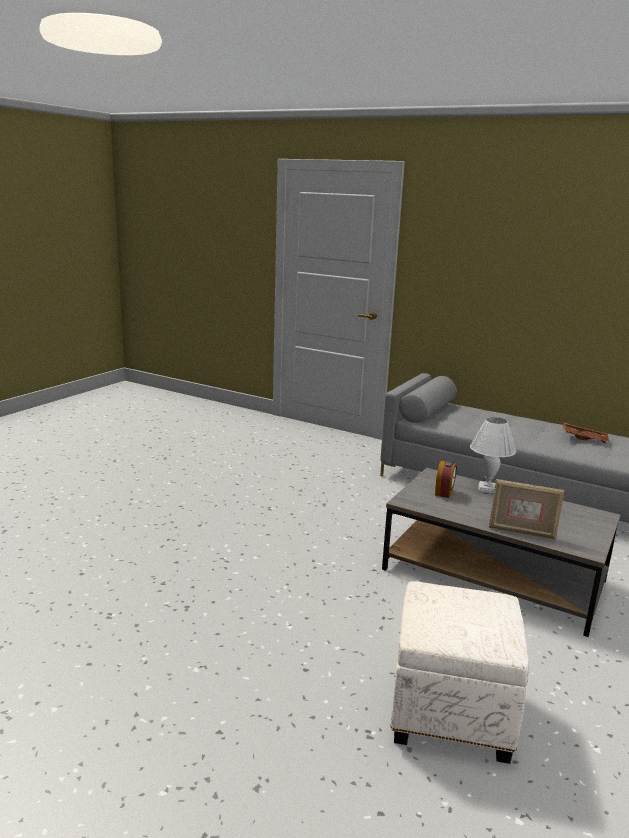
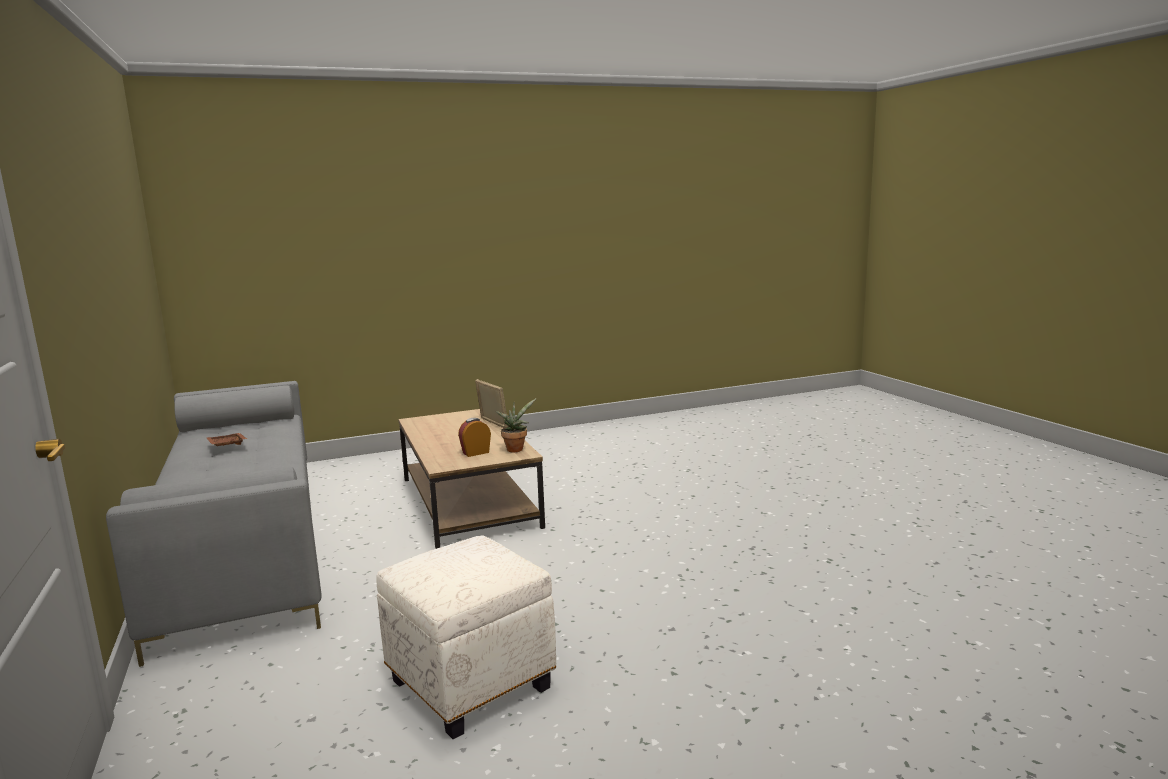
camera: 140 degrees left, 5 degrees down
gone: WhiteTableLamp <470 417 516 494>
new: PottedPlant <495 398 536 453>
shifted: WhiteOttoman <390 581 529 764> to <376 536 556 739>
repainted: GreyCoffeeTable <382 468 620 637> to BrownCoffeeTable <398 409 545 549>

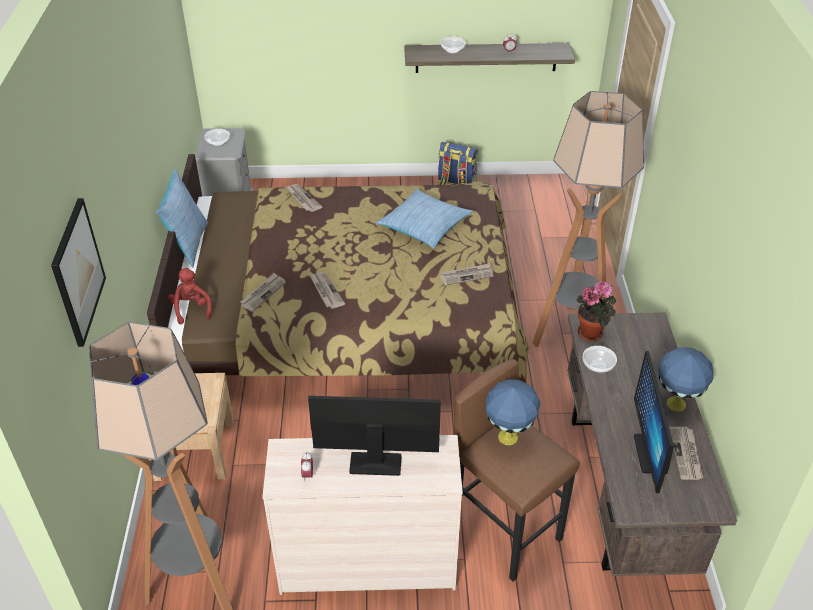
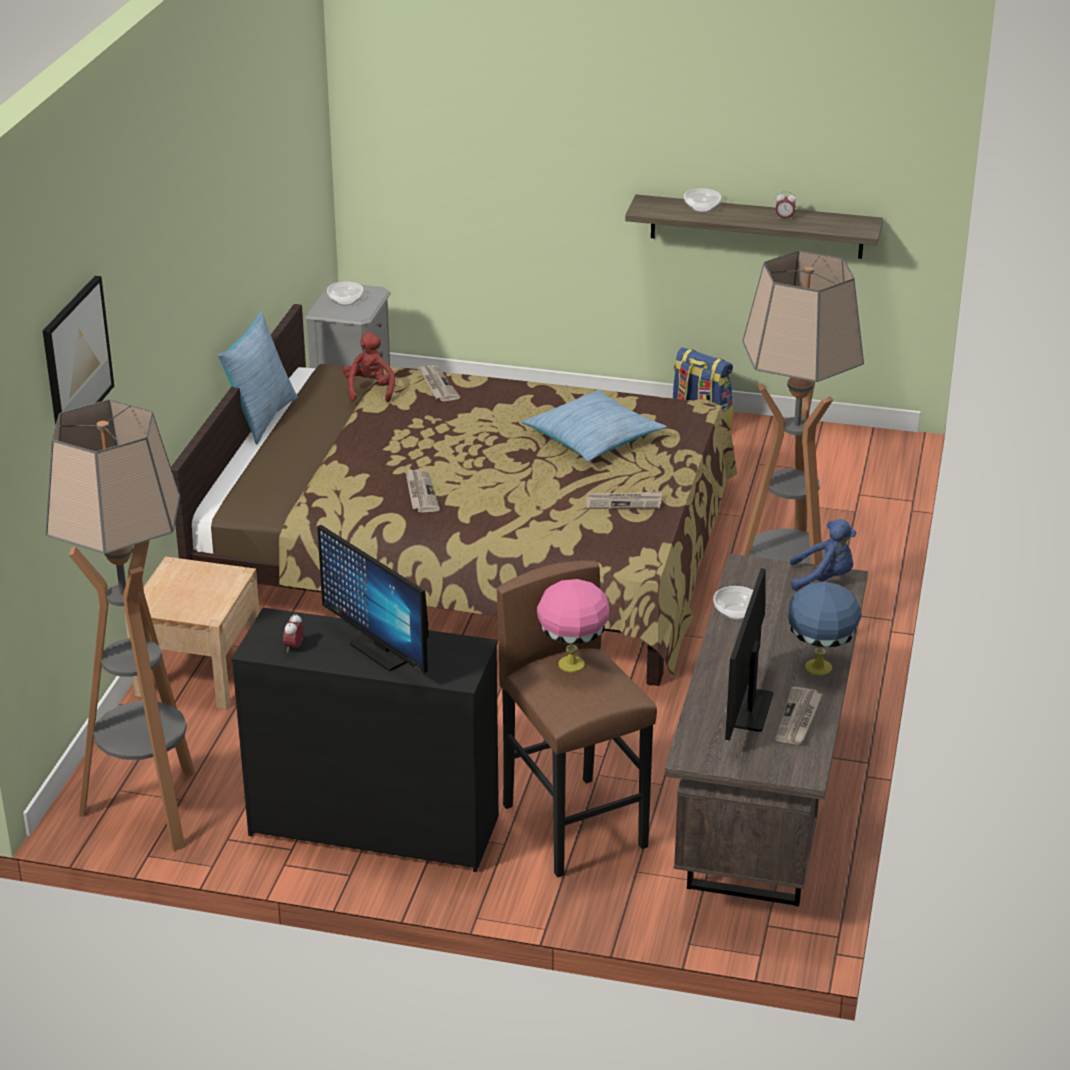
camera: 15 degrees right, 10 degrees down
gone: Newspaper <240 273 286 312>; PottedPlant <577 281 616 341>
new: BluePlushToy <790 519 856 591>
shifted: RedPlushToy <168 268 212 325> to <343 332 395 402>
repainted: BeigeDresser <262 435 463 595> to BlackDresser <231 608 499 872>; BlueTableLamp <485 379 540 445> to PinkTableLamp <537 579 609 672>
rotated: Monitor <308 396 441 476> = <317 525 429 673> 150 degrees counterclockwise

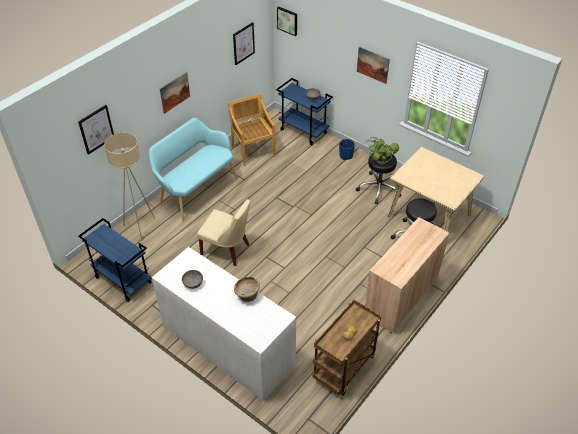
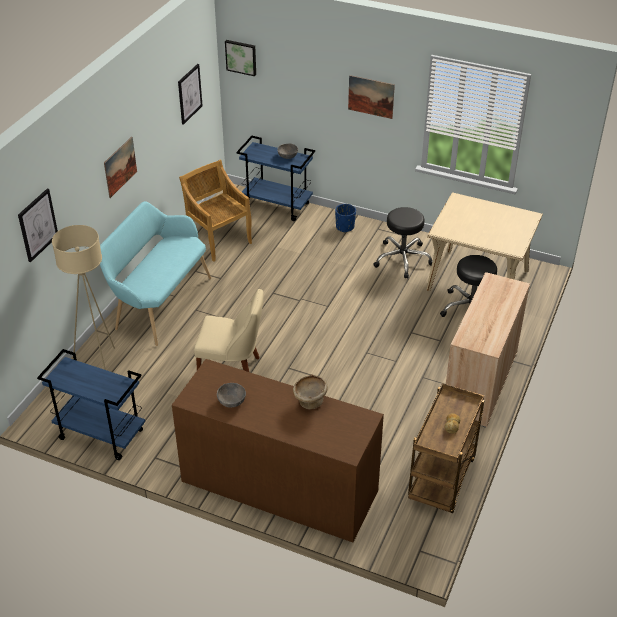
camera: 15 degrees left, 5 degrees down
gone: PottedPlant <366 137 399 164>
repainted: WhiteDresser <152 247 296 401> to BrownDresser <172 359 384 543>

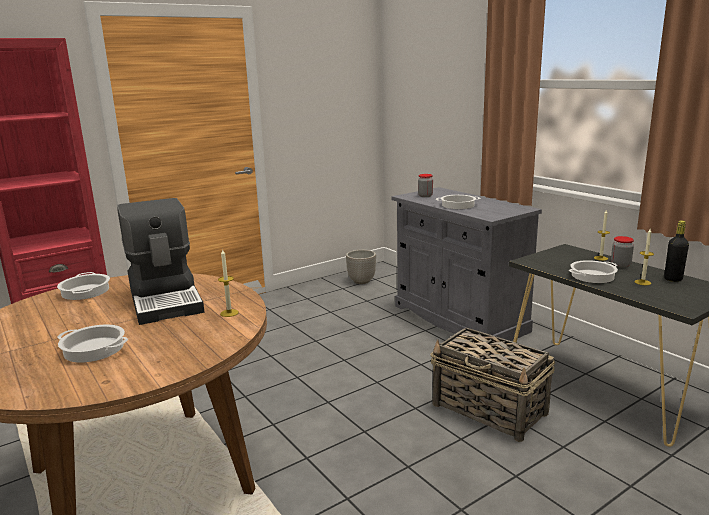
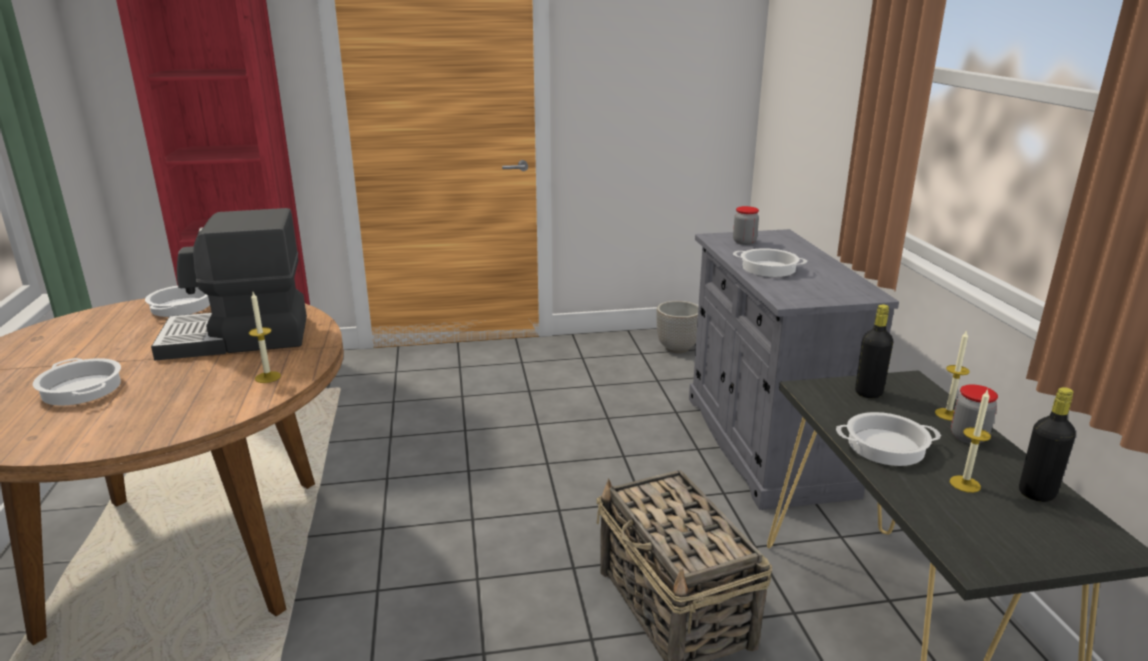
camera: 25 degrees right, 5 degrees up
new: BlackBottle <855 305 893 398>
rotated: CoffeeMachine <117 198 204 325> = <151 208 307 360> 75 degrees clockwise

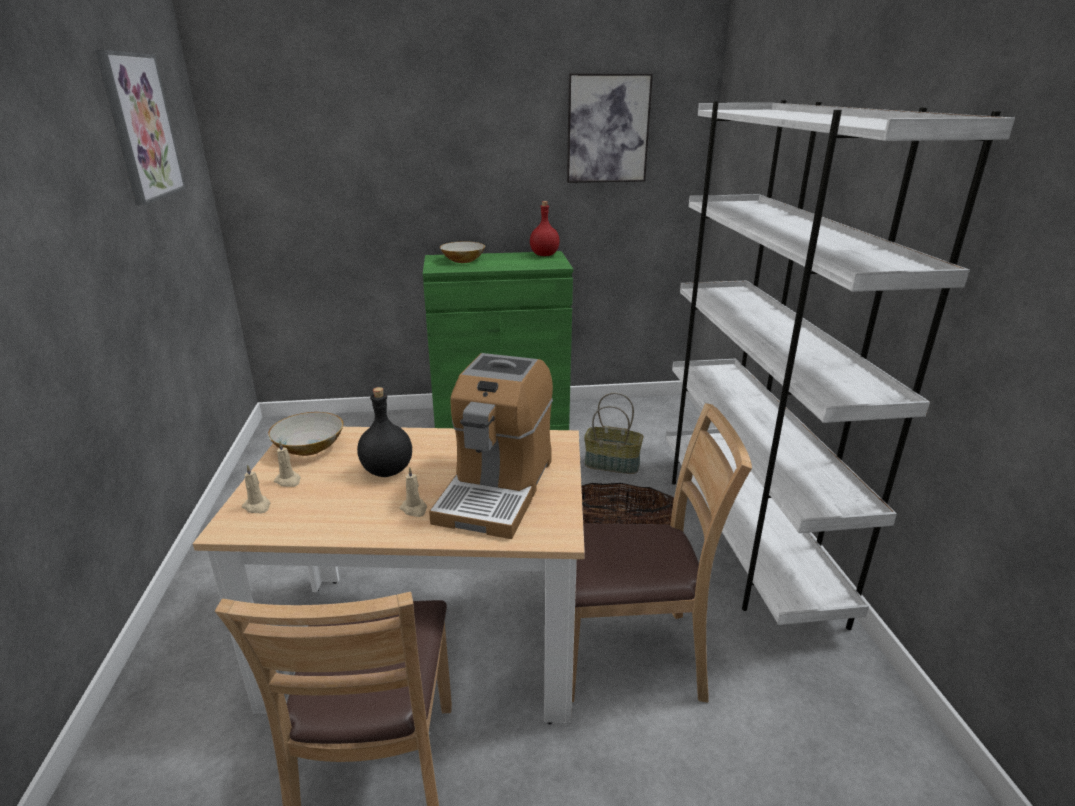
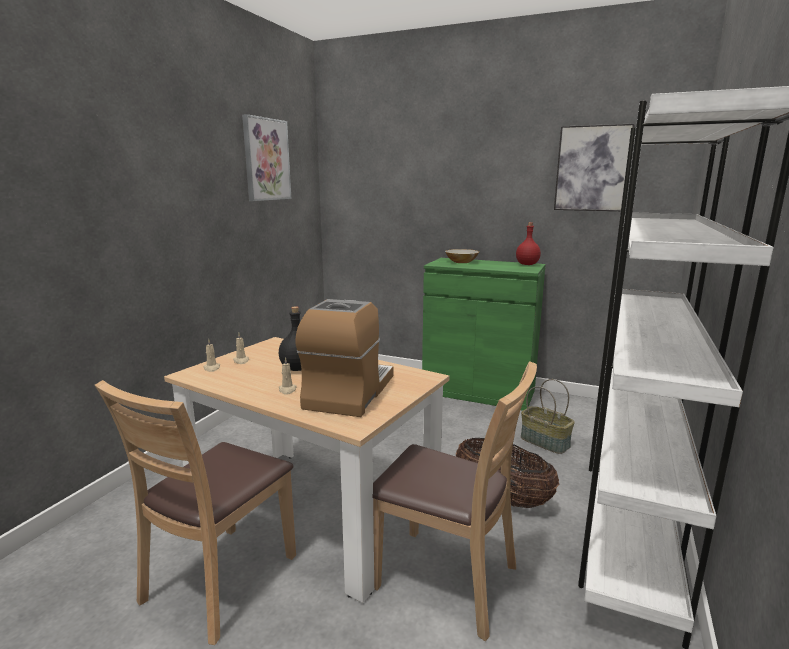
camera: 30 degrees right, 10 degrees down
gone: Bowl <268 412 343 456>
rotated: CoffeeMachine <429 353 553 539> = <295 299 393 417> 150 degrees clockwise

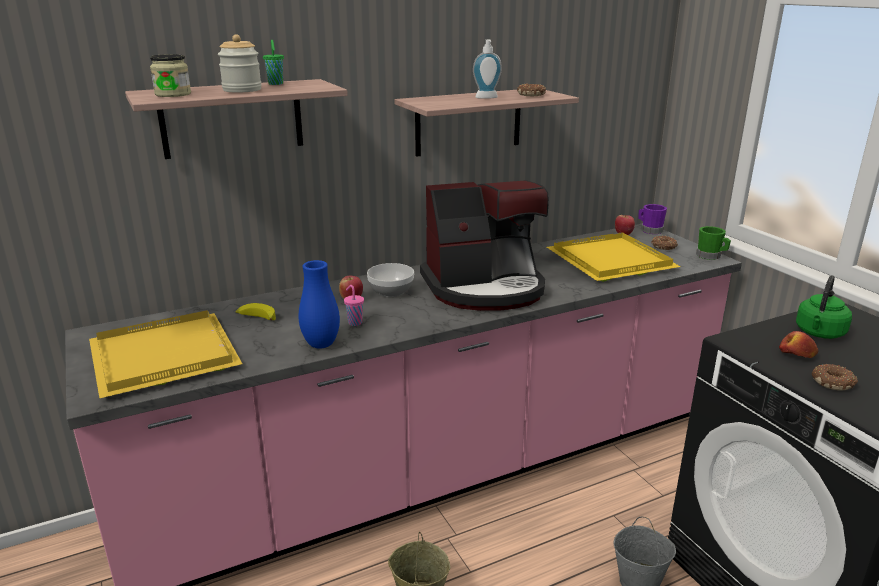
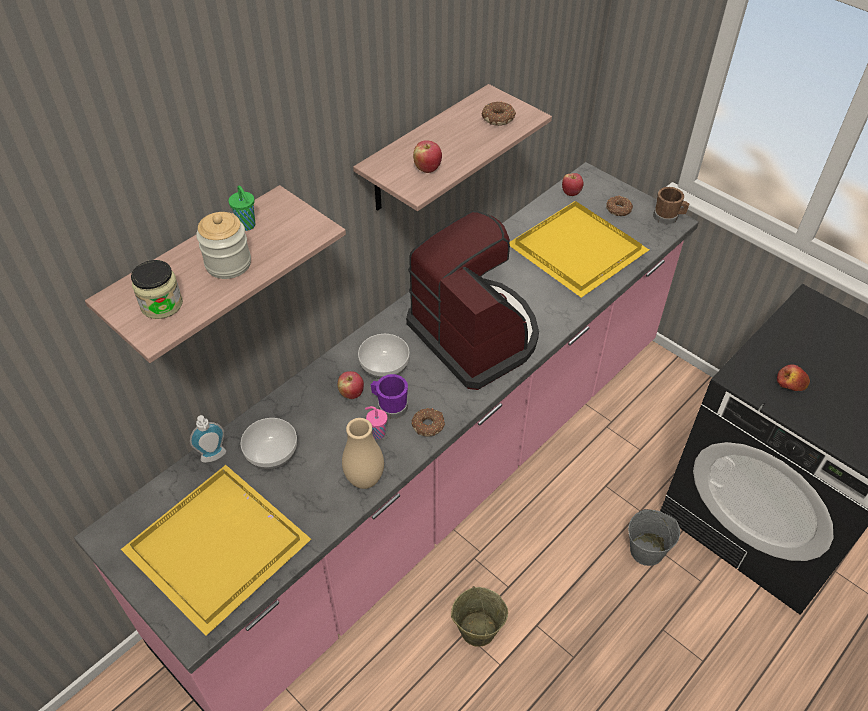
camera: 20 degrees left, 25 degrees up
gone: GreenKettle <796 275 852 339>
new: Apple <413 140 442 173>
shifted: SoapDispenser <473 40 502 99> to <190 415 226 463>; PurpleMug <638 204 667 234> to <371 374 408 419>; Donut <812 364 858 391> to <411 408 445 437>
swapped: Banana <236 303 276 320> to Bowl <240 418 297 469>
repainted: BlueVase <299 260 340 349> to BeigeVase <342 418 384 489>; GreenMug <696 226 731 260> to BrownMug <653 187 689 224>
rotated: CoffeeMachine <420 180 549 311> = <406 211 539 390> 90 degrees counterclockwise

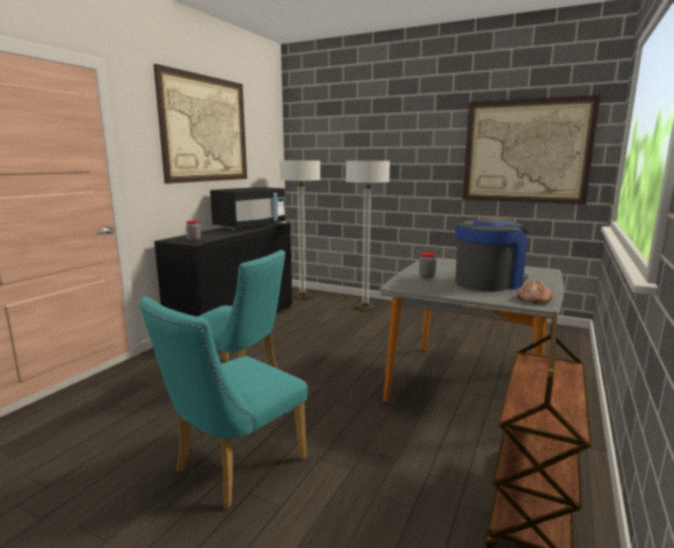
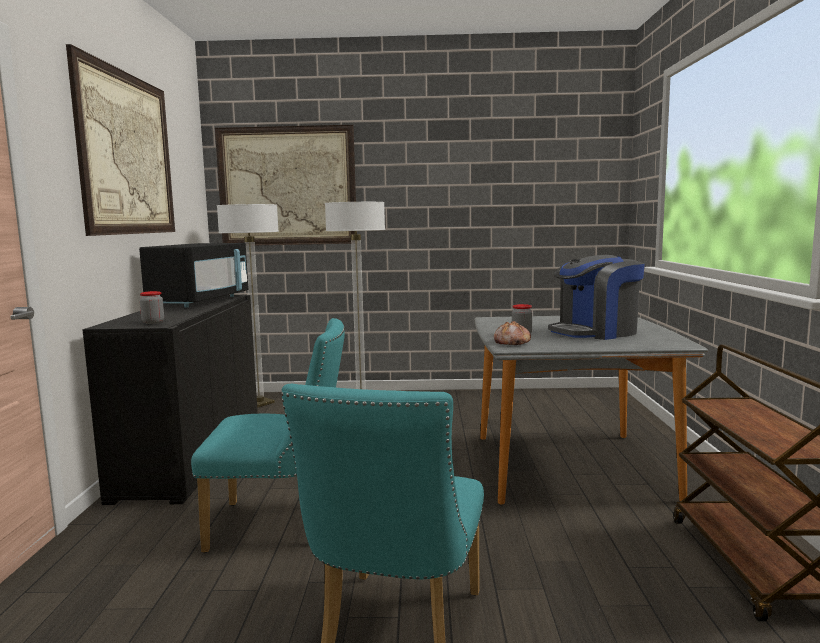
camera: 25 degrees left, 5 degrees down
shifted: Picture <463 95 601 205> to <215 125 356 245>; Bread <517 280 553 304> to <494 321 531 345>
rotated: CoffeeMachine <455 218 528 292> = <548 255 645 340> 150 degrees counterclockwise

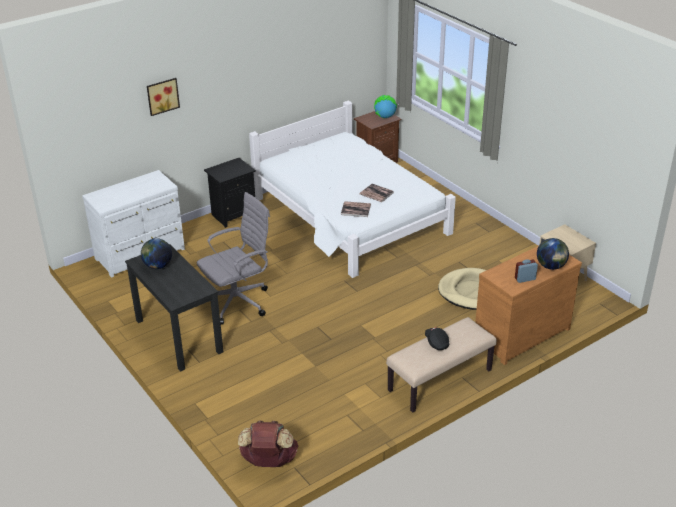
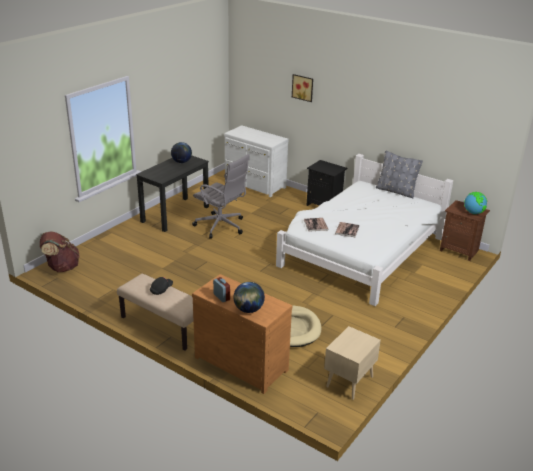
camera: 70 degrees right, 5 degrees down
new: GreyPillow <376 151 423 198>

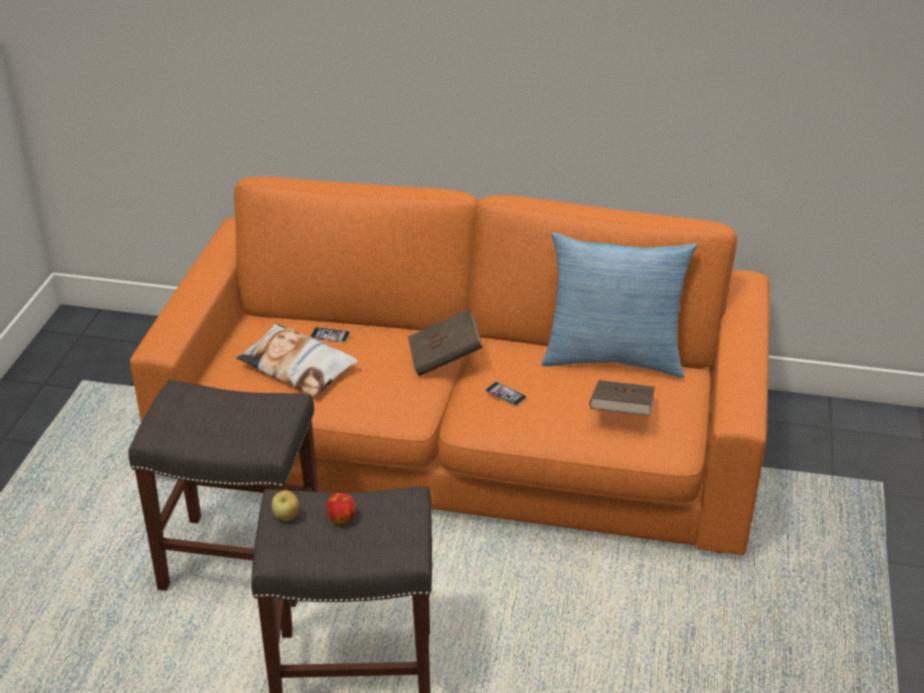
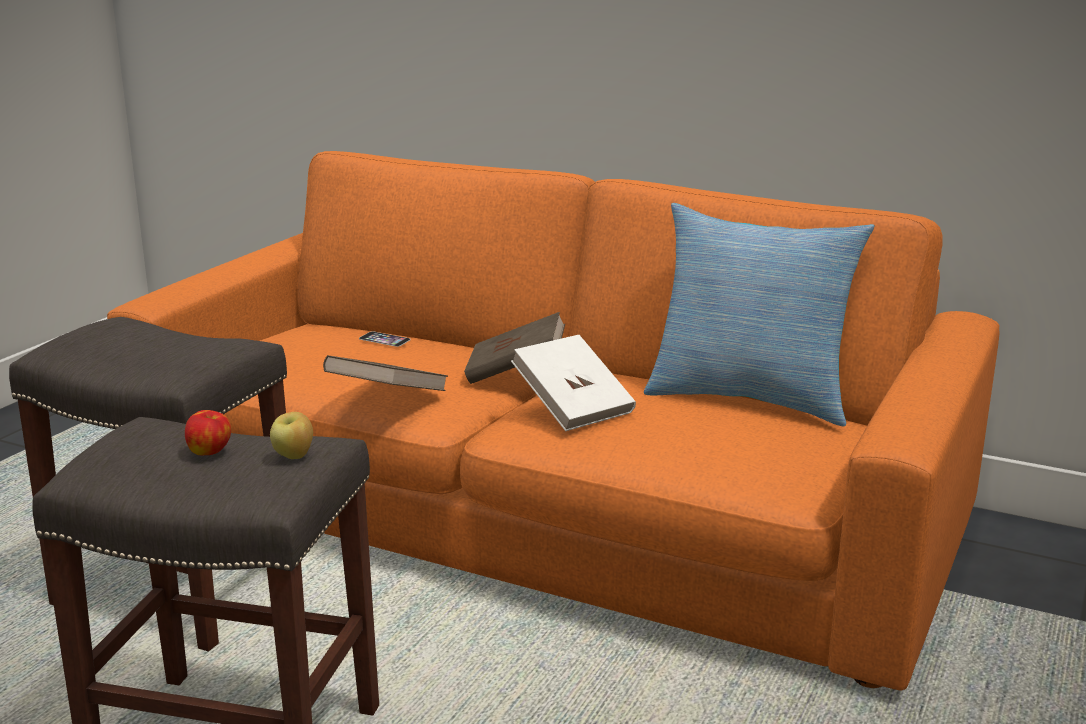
camera: 15 degrees right, 15 degrees down
gone: Pillow <236 324 358 397>
shifted: Apple <272 490 299 521> to <270 412 313 459>; BrownBook <589 380 655 416> to <323 355 448 391>
swapped: Phone <485 382 527 406> to WhiteBook <511 335 636 431>

